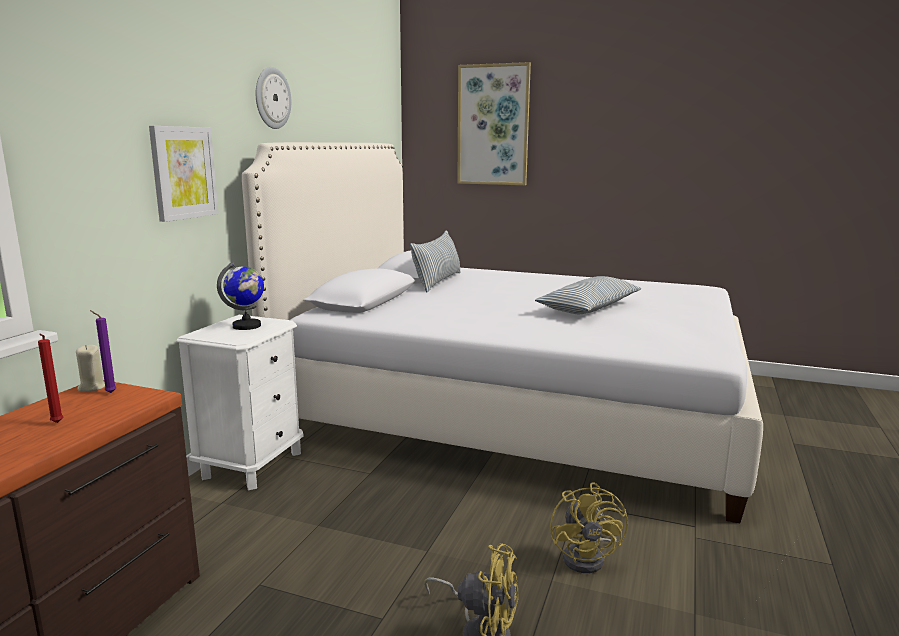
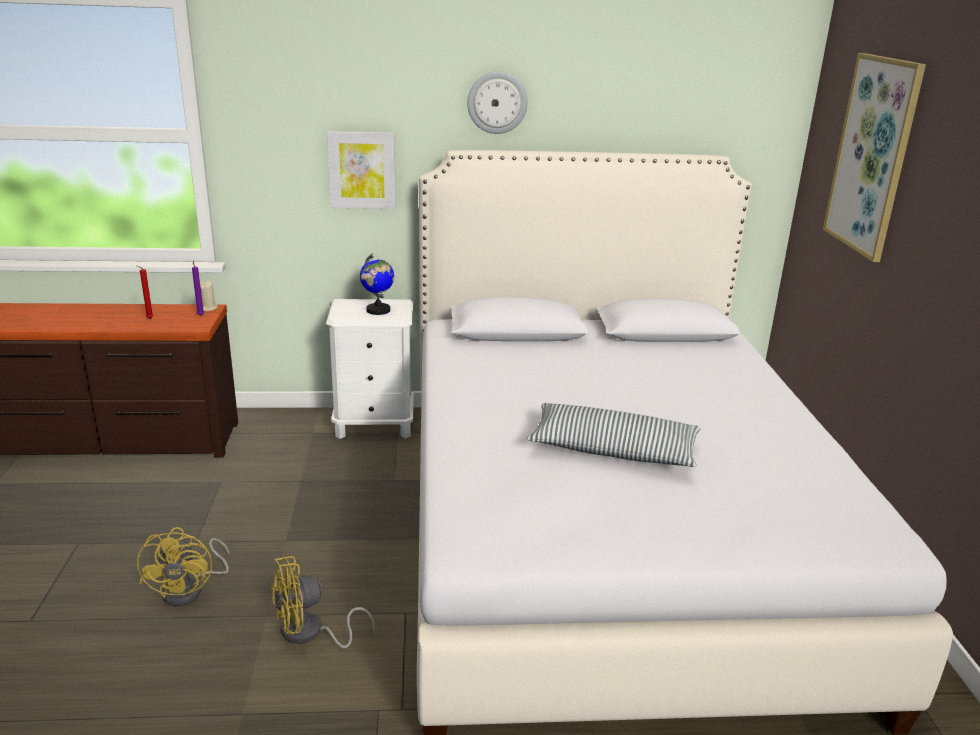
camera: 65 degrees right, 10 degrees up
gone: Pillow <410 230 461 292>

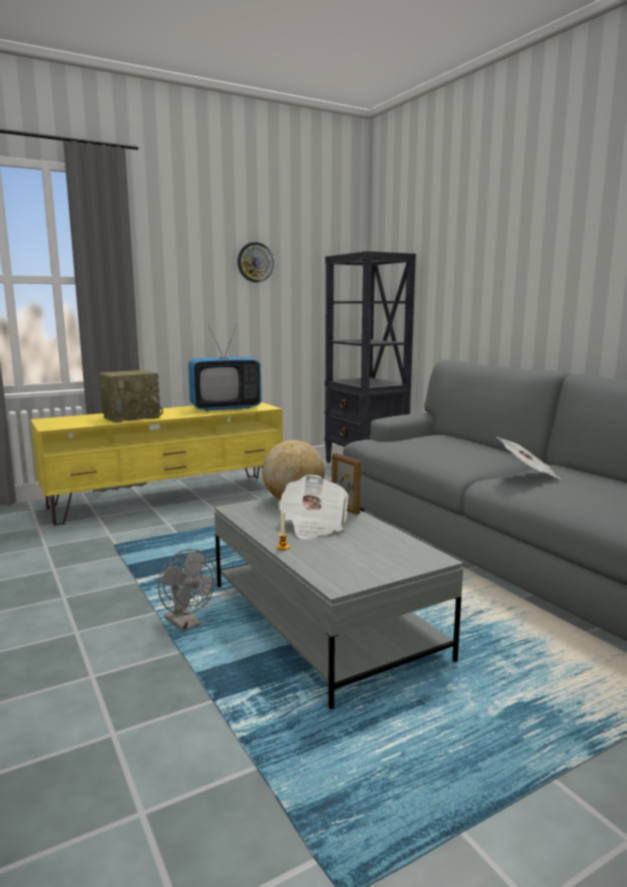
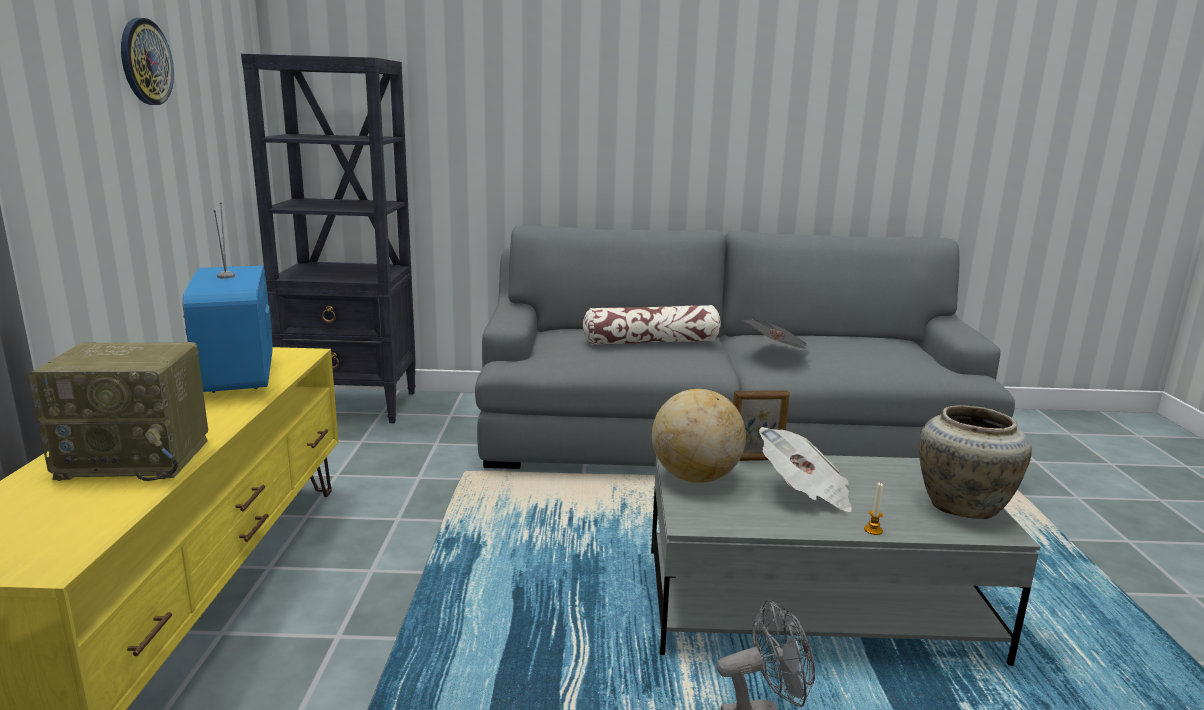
camera: 60 degrees left, 5 degrees up
new: Pillow <583 305 721 345>; BeigeVase <919 405 1032 519>
rotated: Radio <99 370 163 423> = <28 342 208 481> 90 degrees clockwise; Television <188 324 261 411> = <183 202 273 393> 150 degrees clockwise

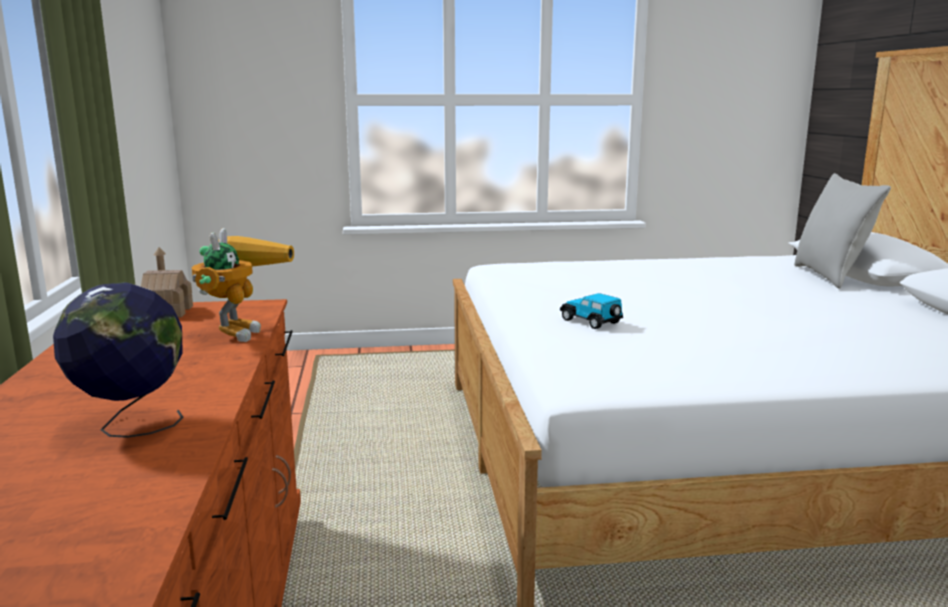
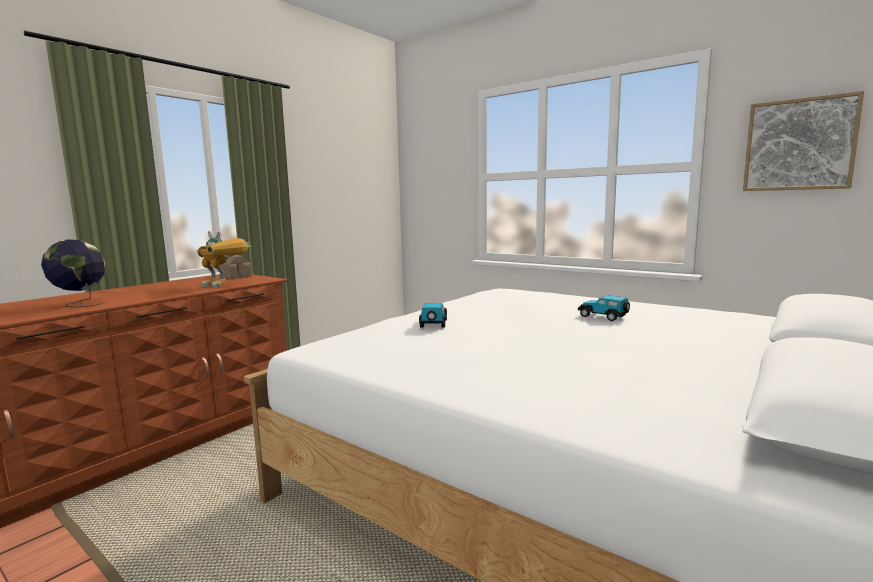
camera: 45 degrees right, 5 degrees down
gone: GreyPillow <794 173 891 289>
new: ToyCar <578 295 630 321>; Picture <743 91 864 191>
rotated: ToyRobot <192 228 294 342> = <197 231 251 288> 60 degrees clockwise

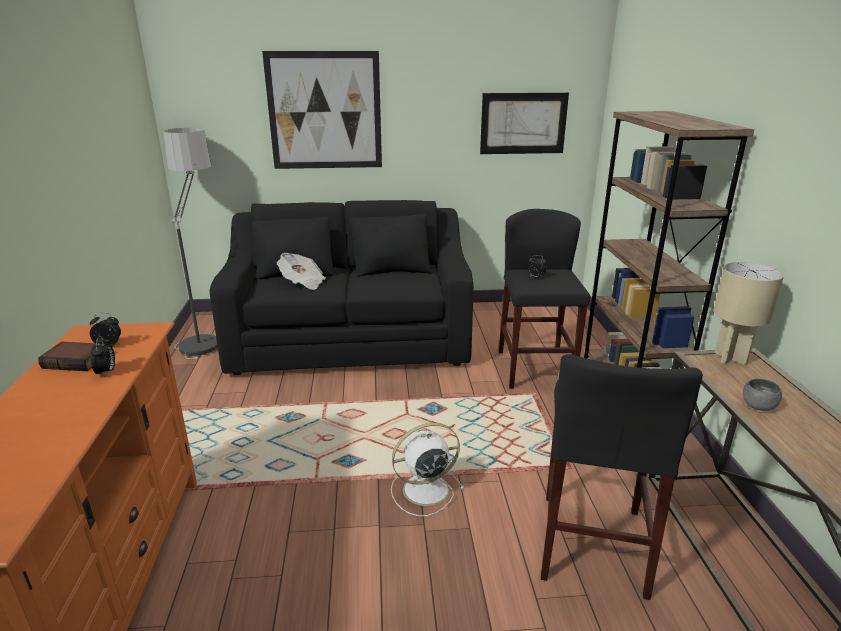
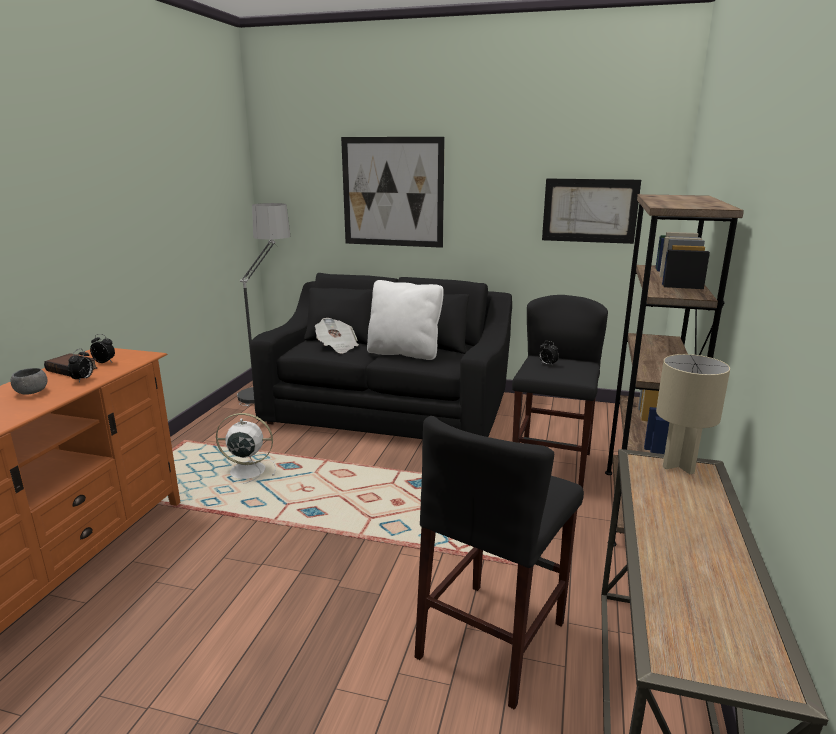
camera: 20 degrees right, 5 degrees down
new: WhitePillow <367 280 444 360>
shifted: WhiteFan <391 423 464 516> to <216 413 276 484>; GreyBowl <743 379 782 411> to <10 368 47 395>

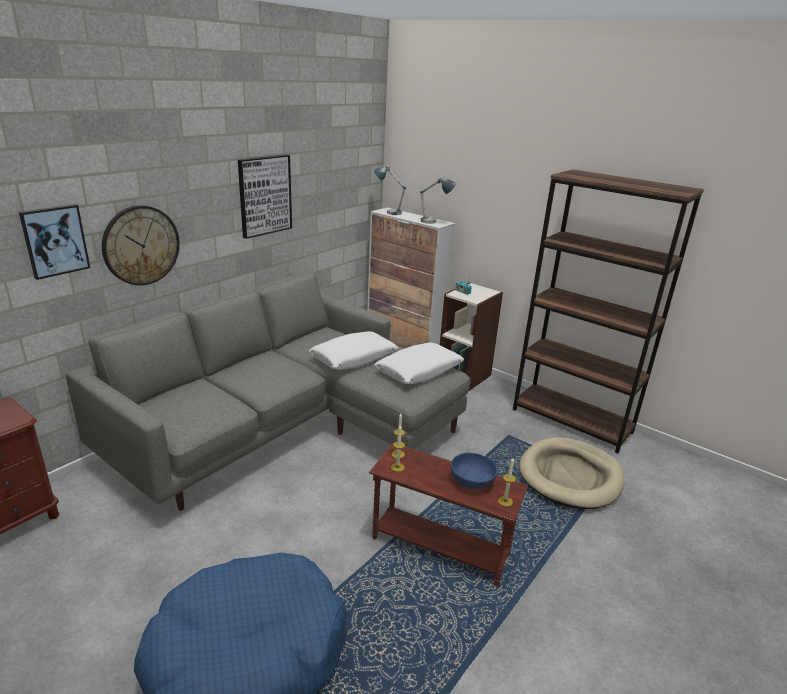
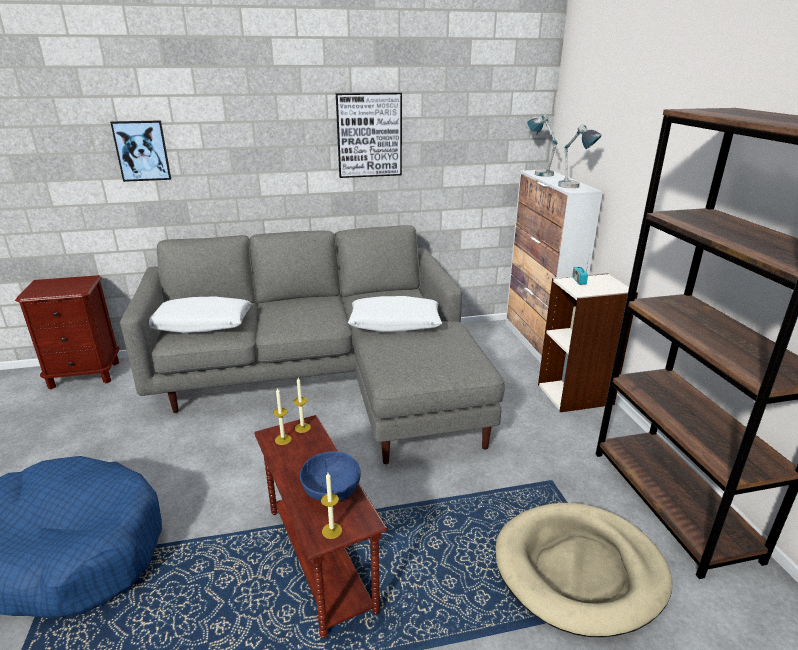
camera: 40 degrees right, 0 degrees up
gone: WallClock <102 205 180 285>
shifted: WhitePillow <374 342 465 384> to <149 296 251 333>

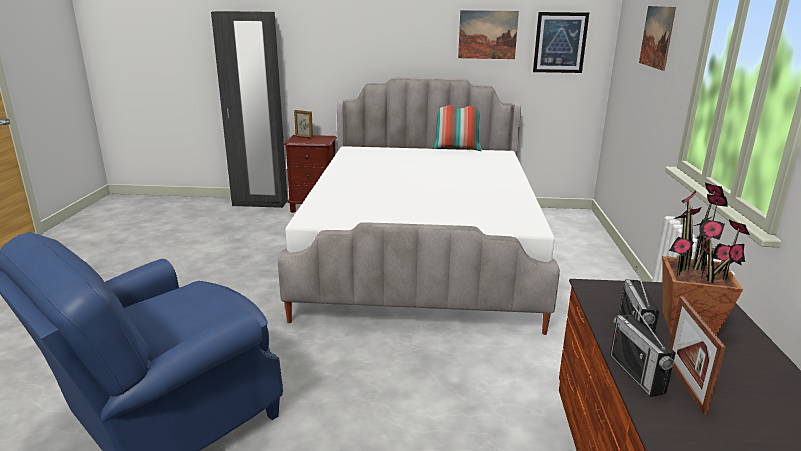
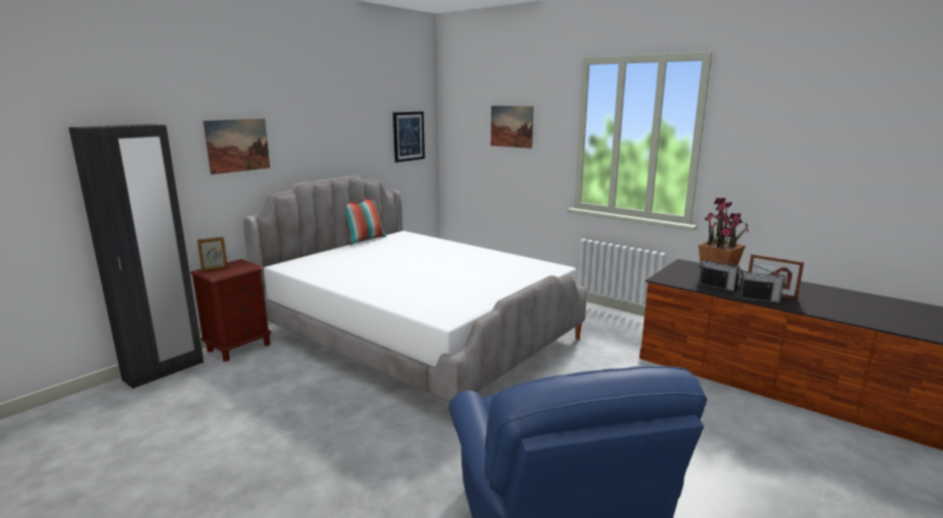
camera: 55 degrees left, 5 degrees down
shifted: Picture <458 10 519 59> to <203 119 270 175>

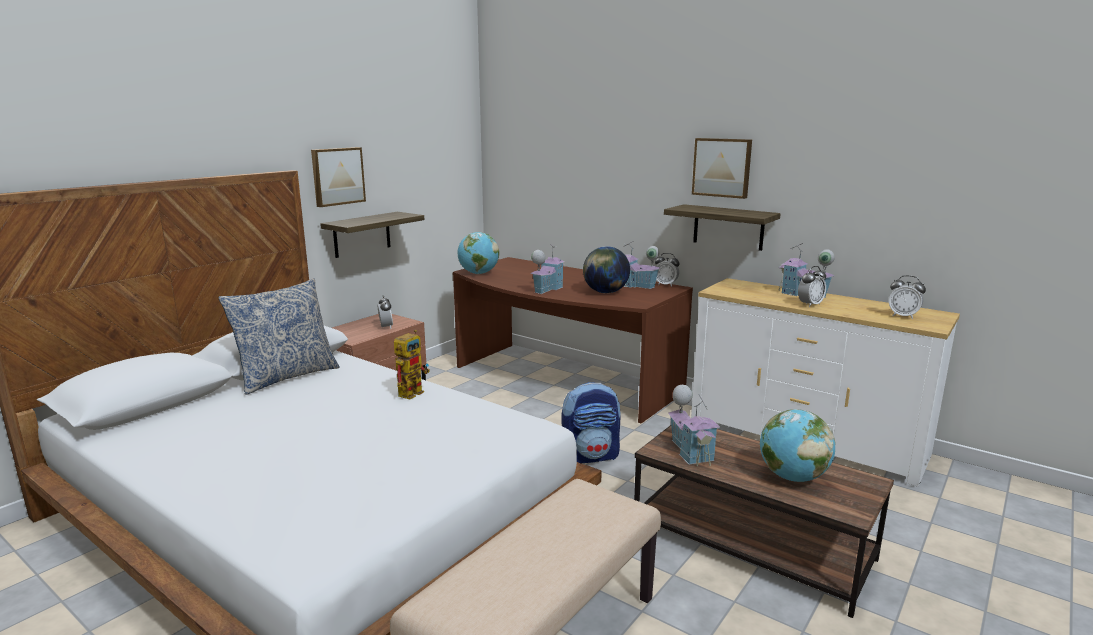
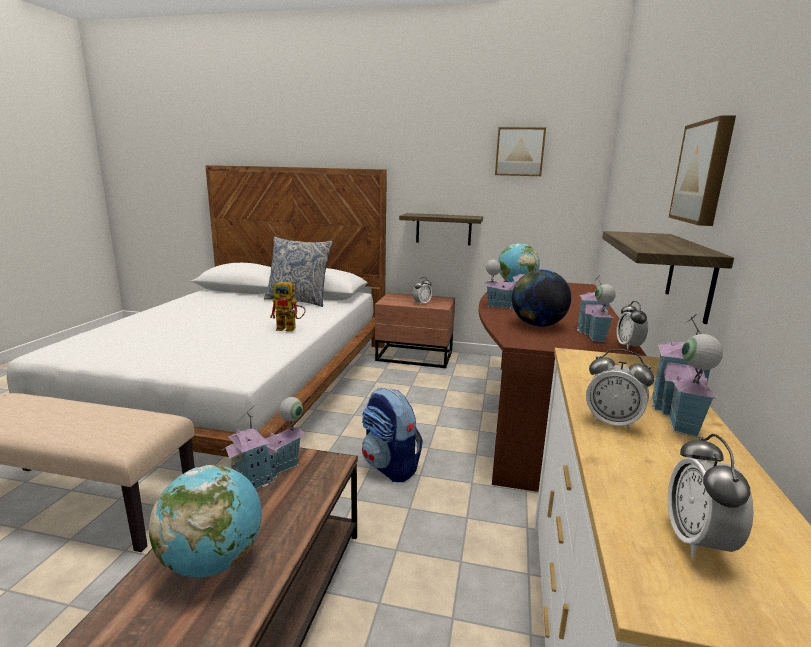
camera: 65 degrees right, 0 degrees up
shifted: Picture <311 147 366 207> to <495 127 546 176>

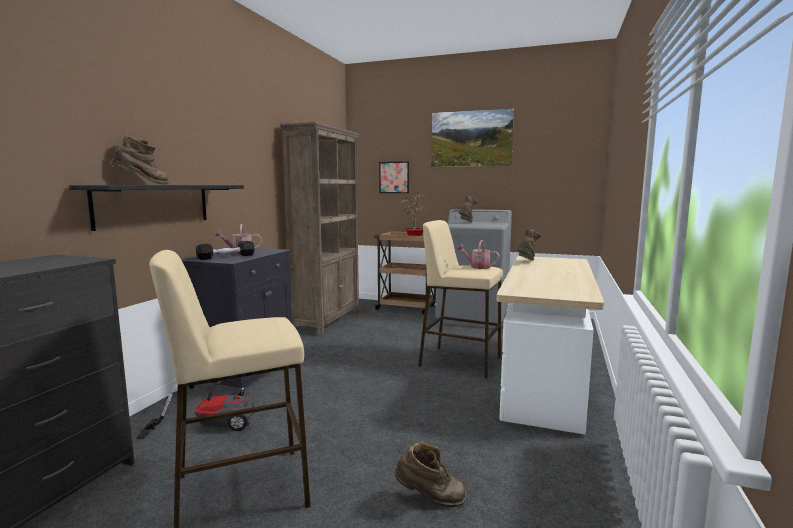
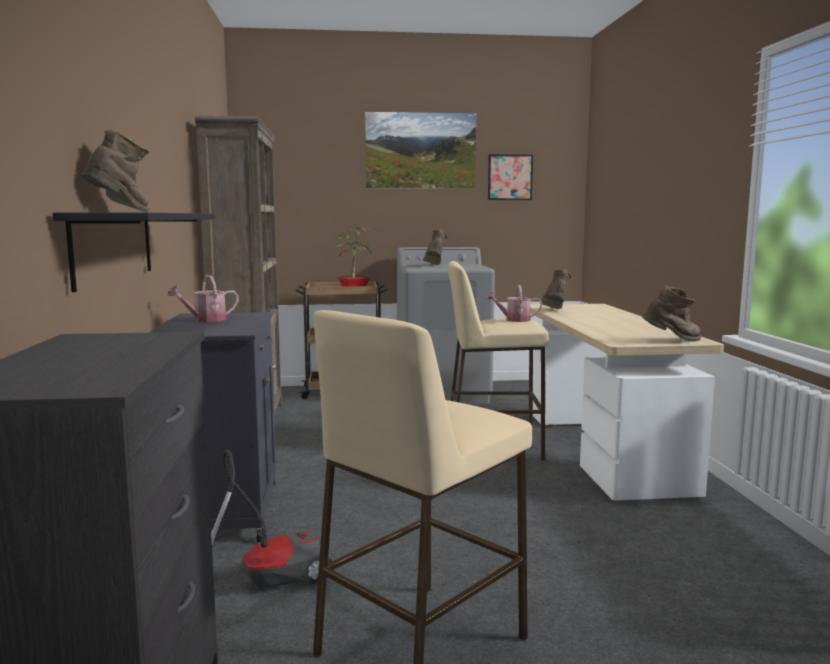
camera: 25 degrees left, 0 degrees up
gone: BlackDumbbell <196 241 255 260>
shifted: Picture <379 161 409 193> to <488 154 533 200>; BrownBoot <395 442 467 507> to <642 286 701 341>

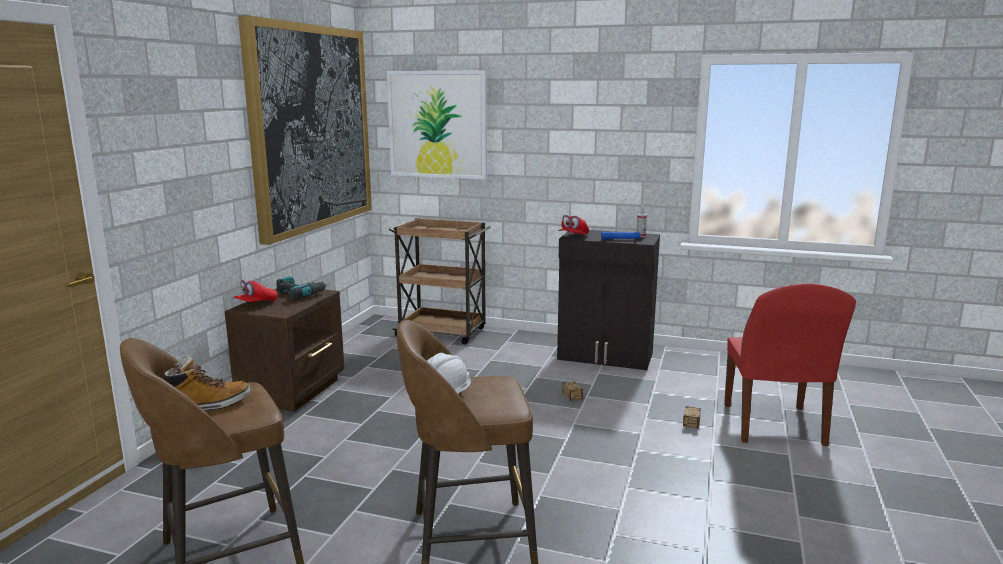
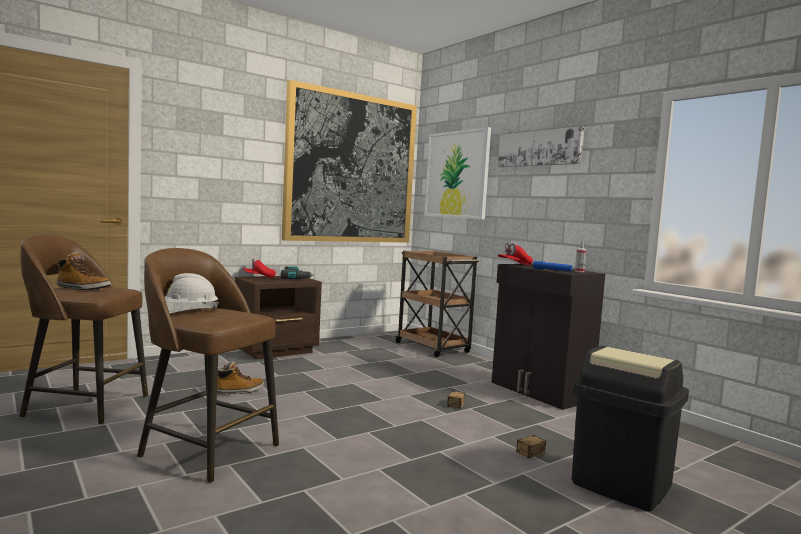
camera: 35 degrees right, 10 degrees down
new: Boot <217 361 264 394>; Picture <498 126 584 167>
swapped: RedChair <724 283 856 446> to BlackTrashCan <572 346 689 511>

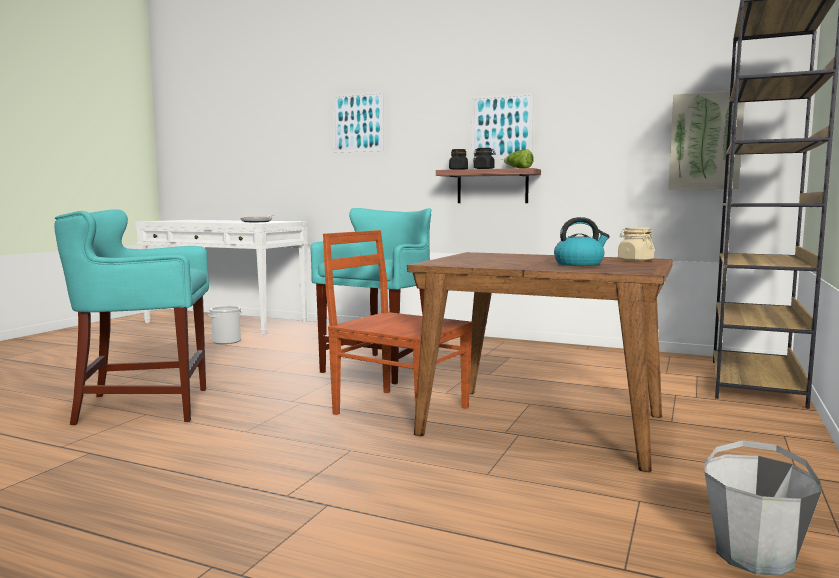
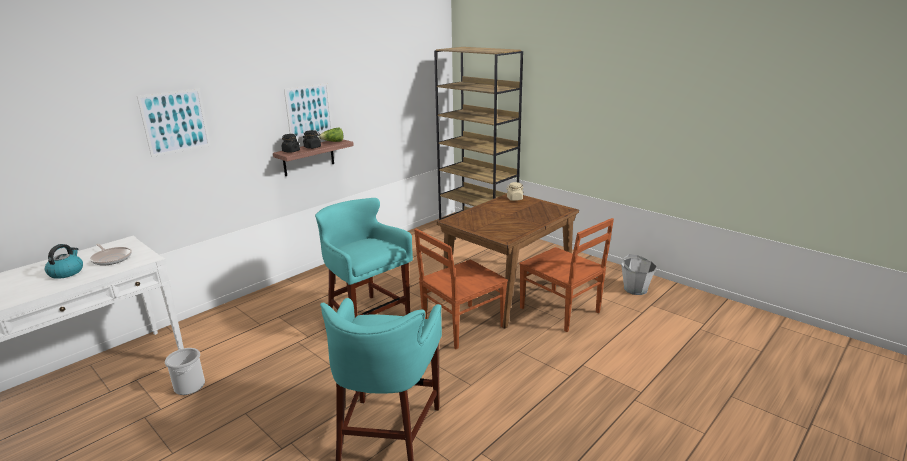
camera: 70 degrees left, 15 degrees up
gone: Picture <668 91 744 189>
new: BrownChair <519 218 614 332>
shifted: Kettle <554 217 610 266> to <45 244 83 279>

